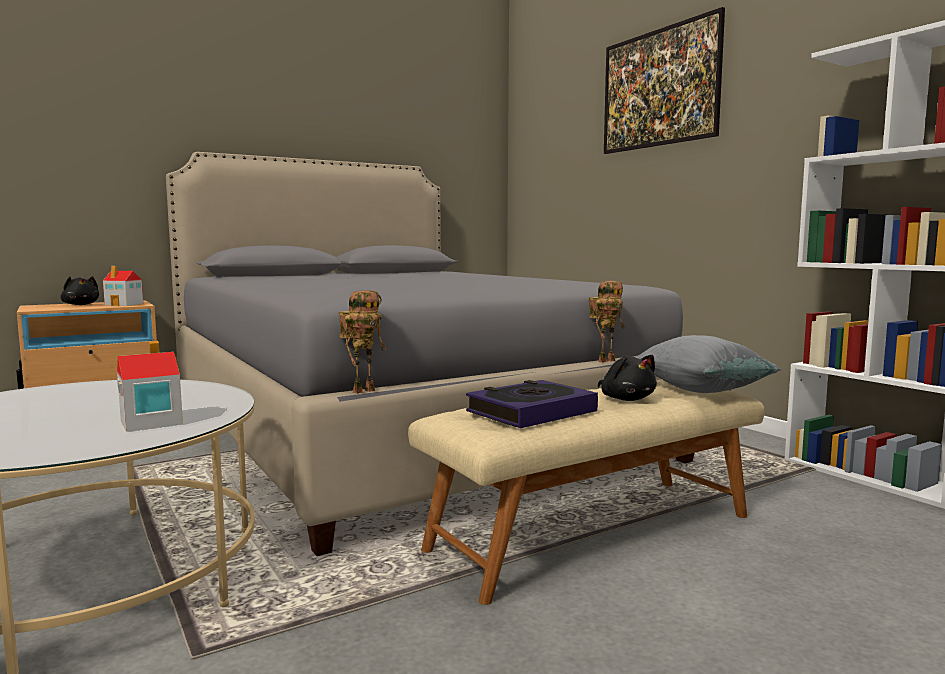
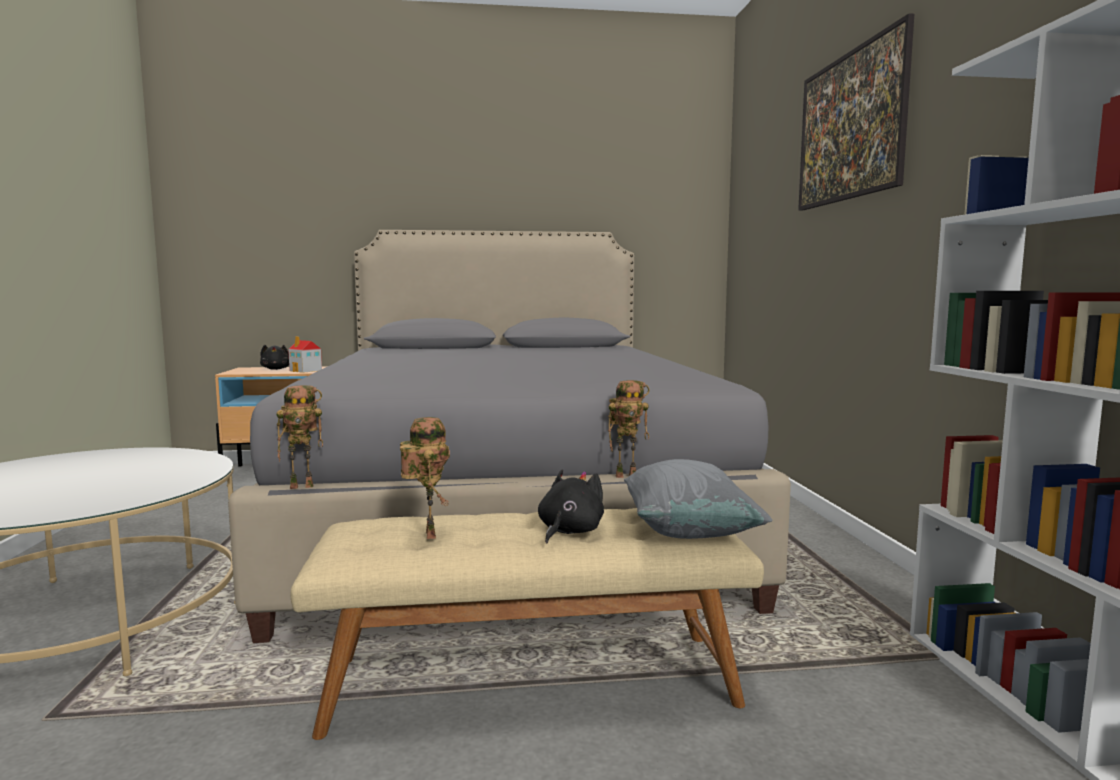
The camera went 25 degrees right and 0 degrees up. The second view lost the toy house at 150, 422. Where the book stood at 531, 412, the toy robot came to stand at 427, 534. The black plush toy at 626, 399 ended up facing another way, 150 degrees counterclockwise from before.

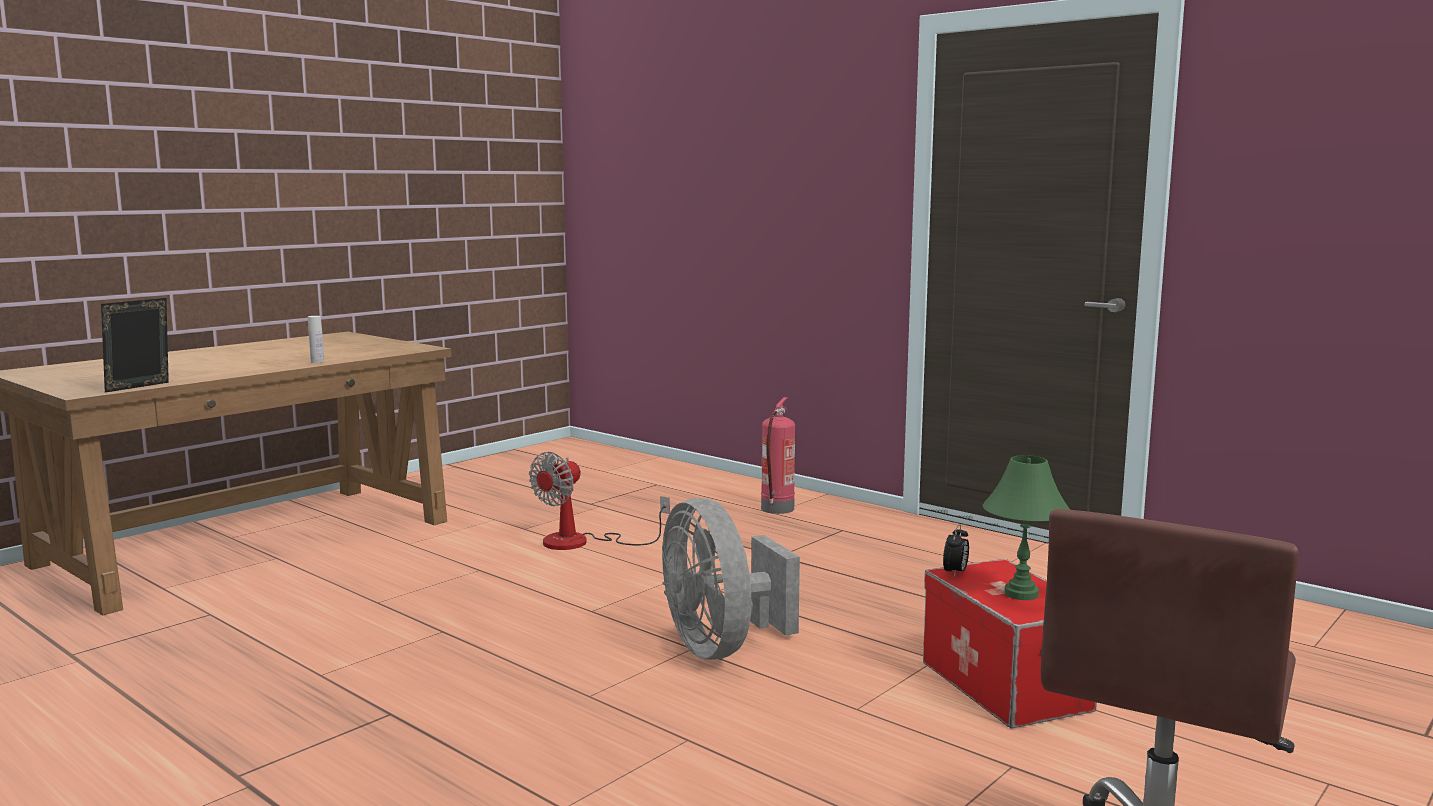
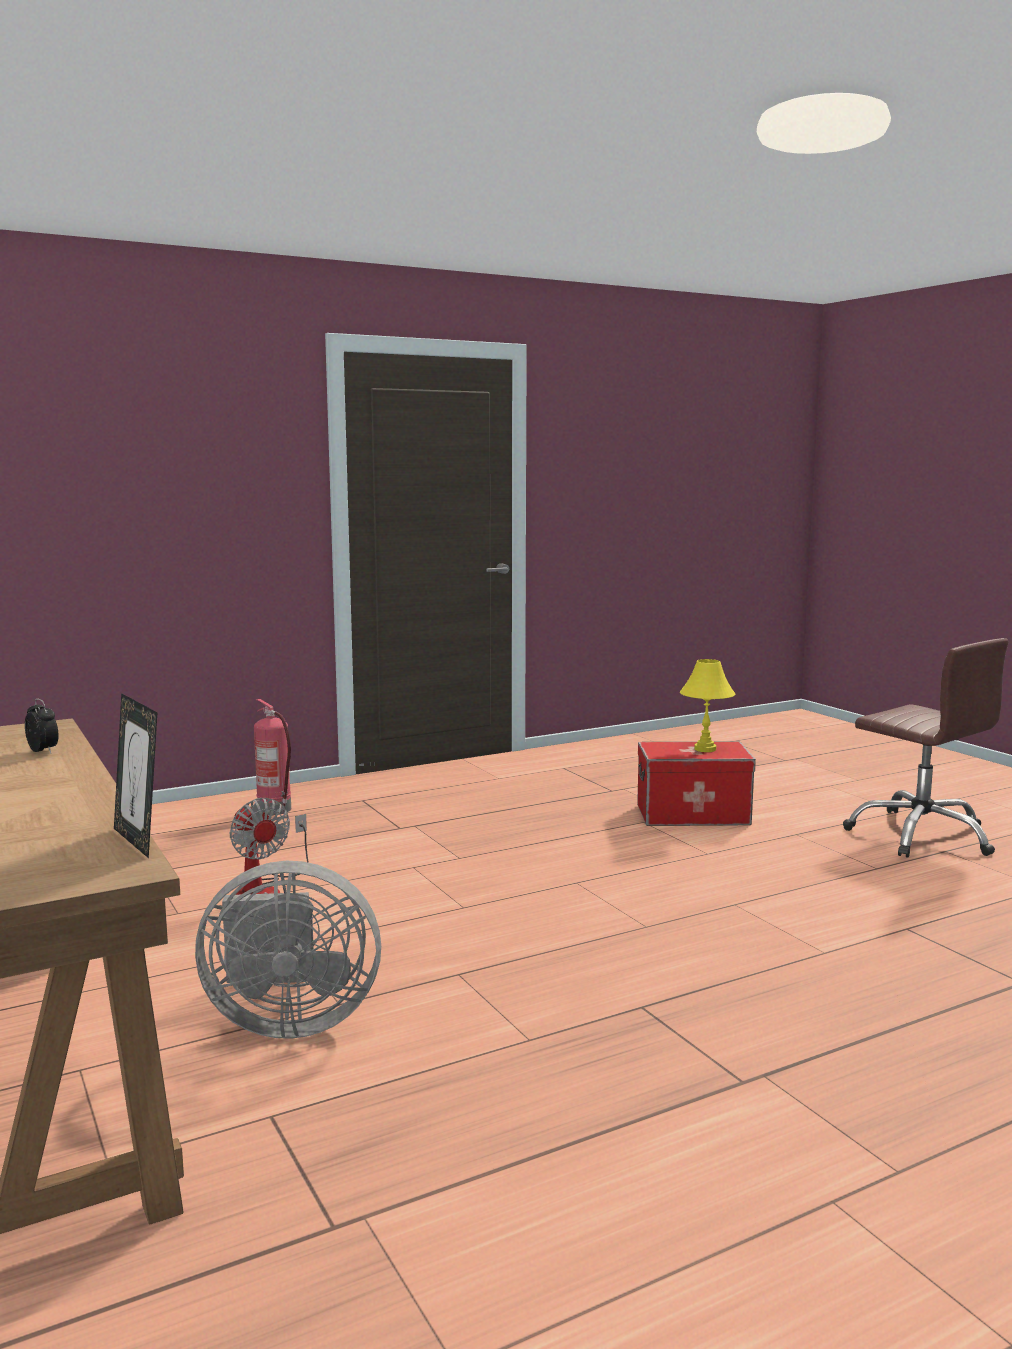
The camera went 70 degrees left and 0 degrees up. The second view lost the white bottle at 317, 362. The grey fan ended up elsewhere, having gone from 721, 647 to 288, 1021. The alarm clock ended up elsewhere, having gone from 955, 573 to 43, 751. What was the green table lamp at 1021, 593 turned into the yellow table lamp at 704, 749.

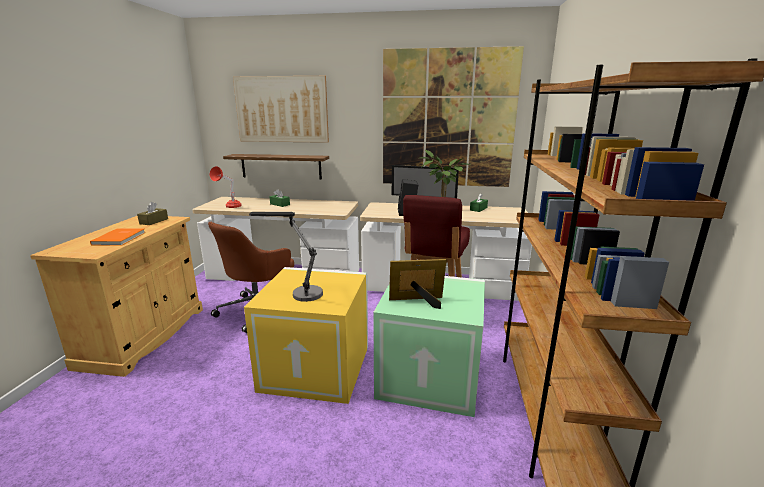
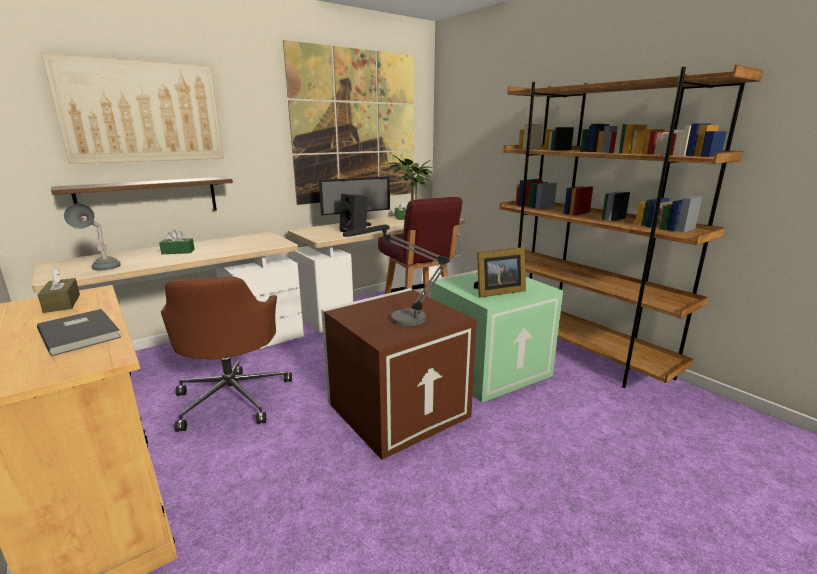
The camera went 45 degrees left and 0 degrees up. What was the orange book at 121, 238 turned into the grey book at 81, 333. What was the red table lamp at 229, 207 turned into the grey table lamp at 102, 269. What was the yellow storage box at 318, 367 turned into the brown storage box at 398, 408. The picture frame at 418, 301 ended up facing another way, 150 degrees counterclockwise from before.

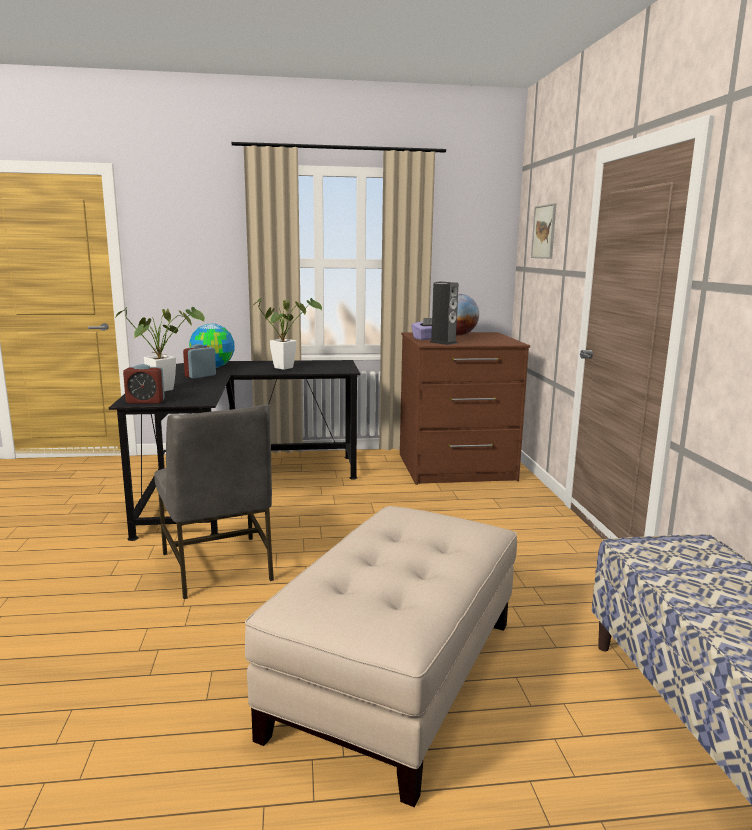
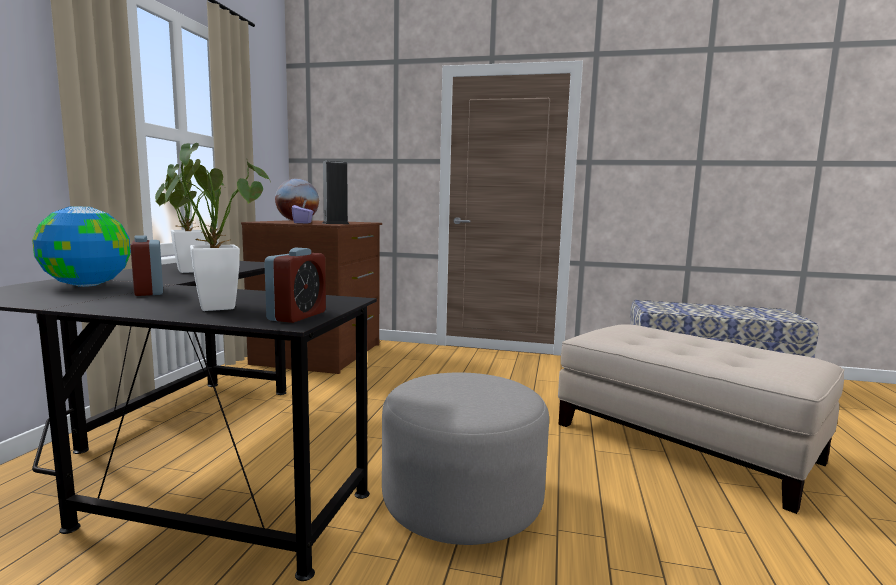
The camera went 70 degrees left and 5 degrees down. Where the grey chair stood at 218, 567, the grey ottoman came to stand at 462, 500. The second view lost the picture at 544, 232.

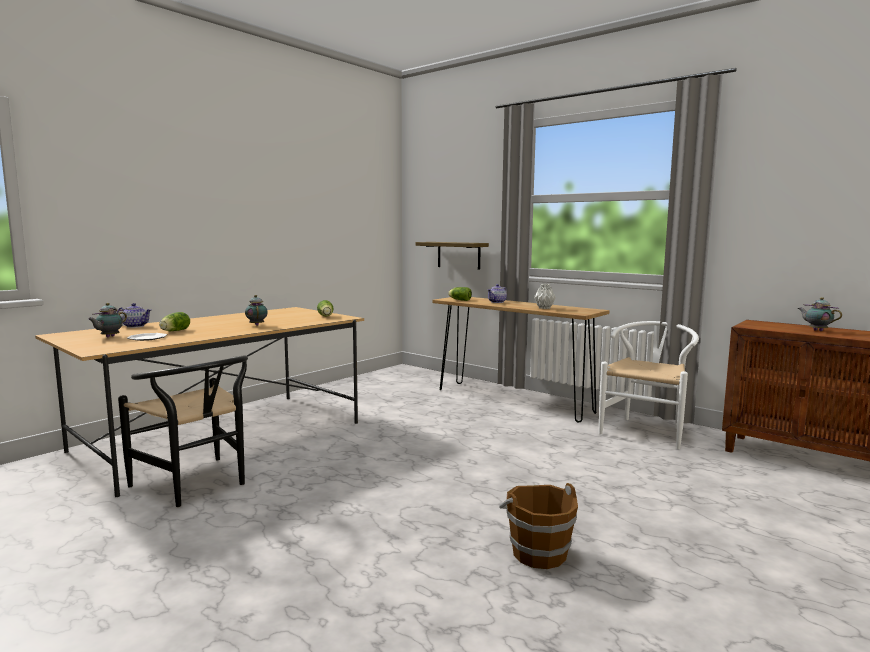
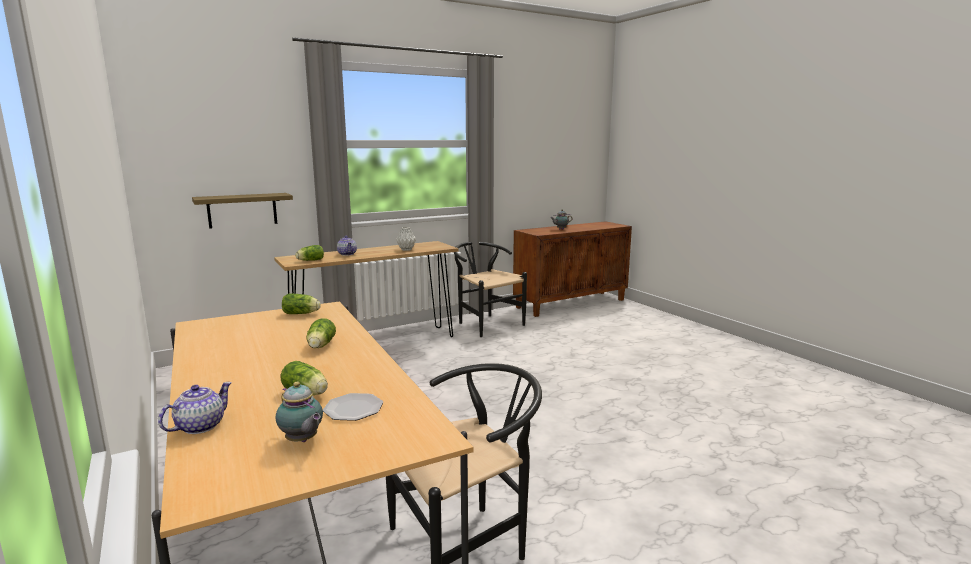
The camera went 70 degrees left and 5 degrees up. Where the teapot stood at 257, 325, the lettuce came to stand at 320, 346. The second view lost the brown bucket at 538, 553. What was the white chair at 646, 430 turned into the black chair at 486, 323.

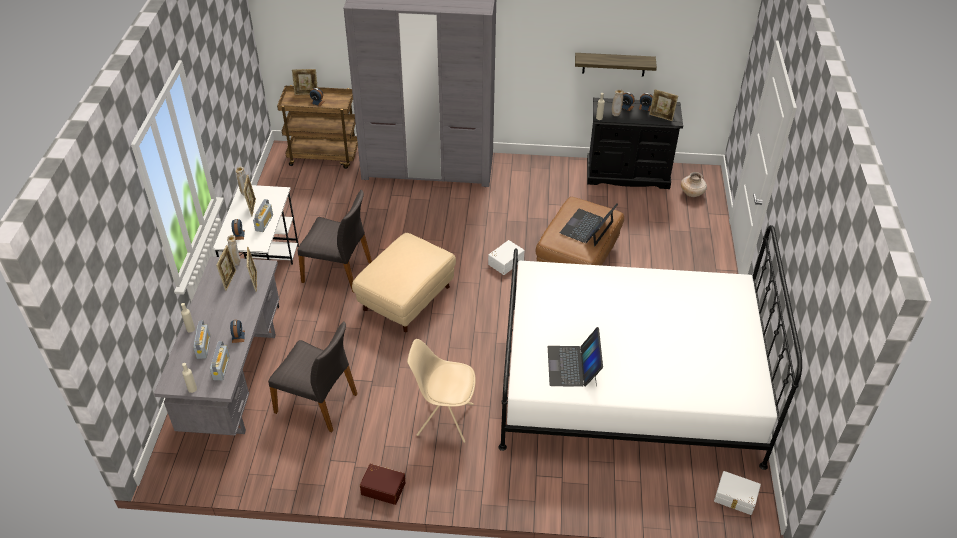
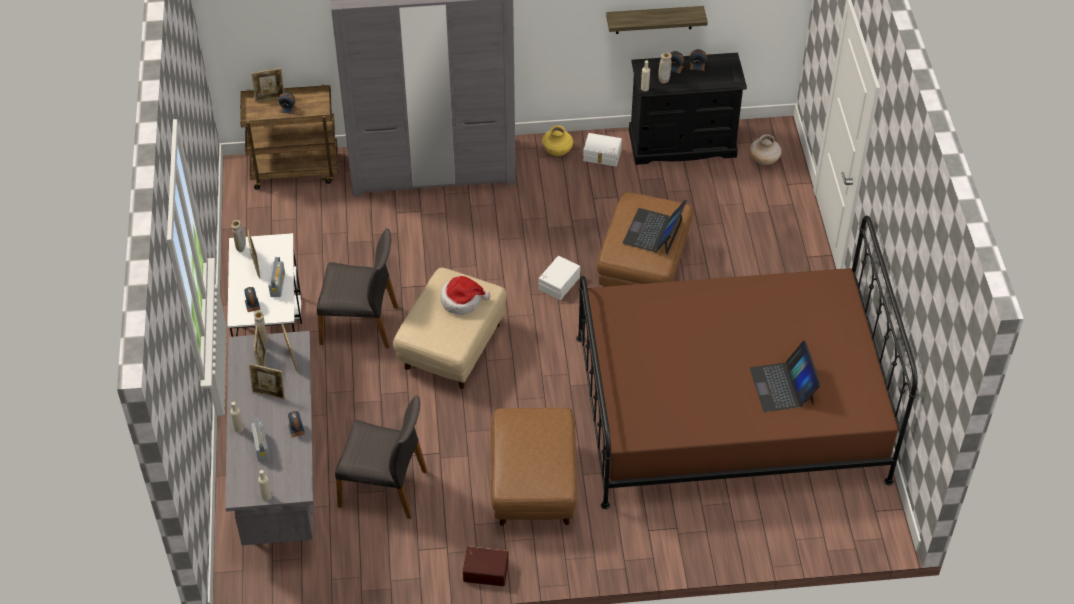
The camera went 10 degrees left and 5 degrees up. The second view lost the radio at 221, 368. Where the beige chair stood at 444, 419, the brown ottoman came to stand at 533, 484. What was the white bed at 628, 380 turned into the brown bed at 729, 407. The laptop ended up elsewhere, having gone from 573, 366 to 782, 386. The picture frame ended up elsewhere, having gone from 661, 117 to 269, 394. The white storage box ended up elsewhere, having gone from 735, 498 to 602, 155. The second view gained the hat at 462, 300. The second view gained the yellow vase at 557, 151.

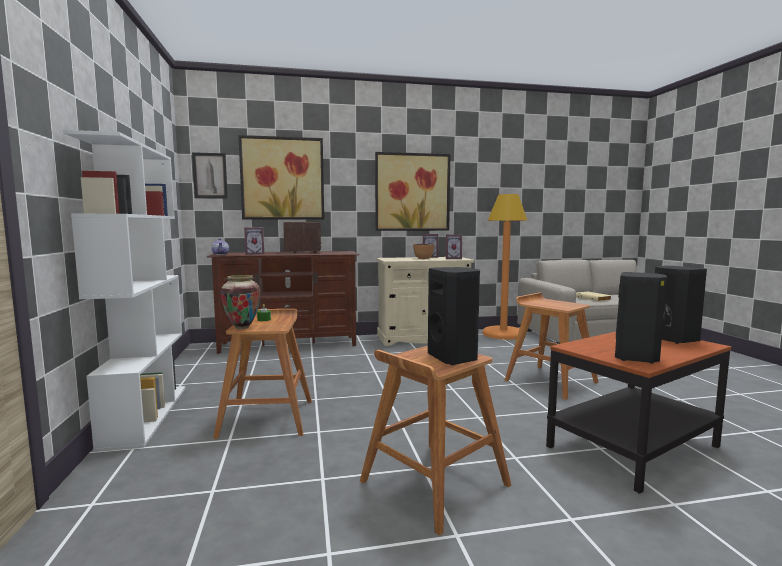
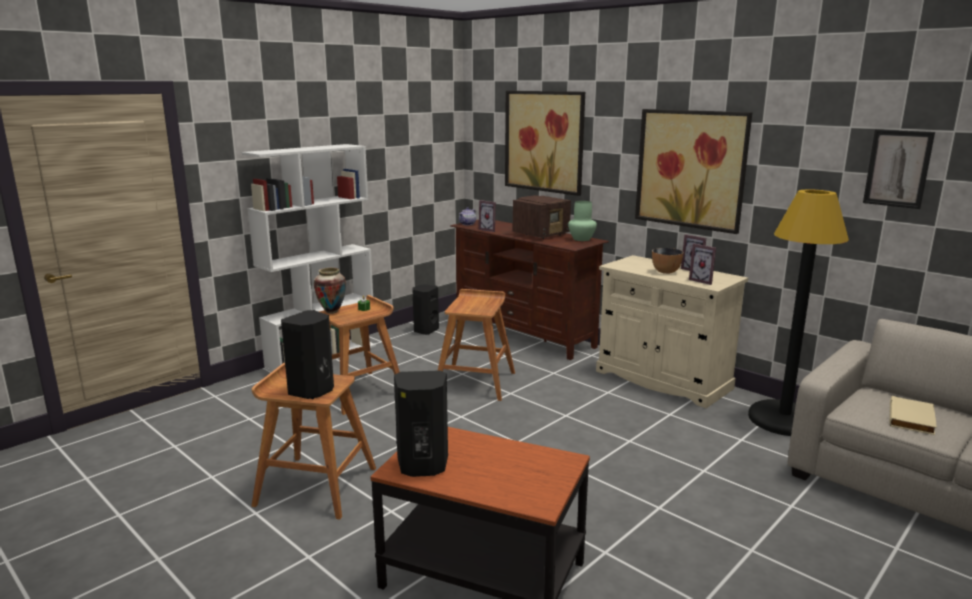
The camera went 55 degrees right and 10 degrees up. The picture ended up elsewhere, having gone from 210, 175 to 897, 168. What was the orange floor lamp at 503, 334 turned into the black floor lamp at 784, 420. The brown stool ended up elsewhere, having gone from 550, 381 to 475, 382. The black speaker ended up elsewhere, having gone from 672, 339 to 425, 330. The second view gained the green vase at 581, 239.

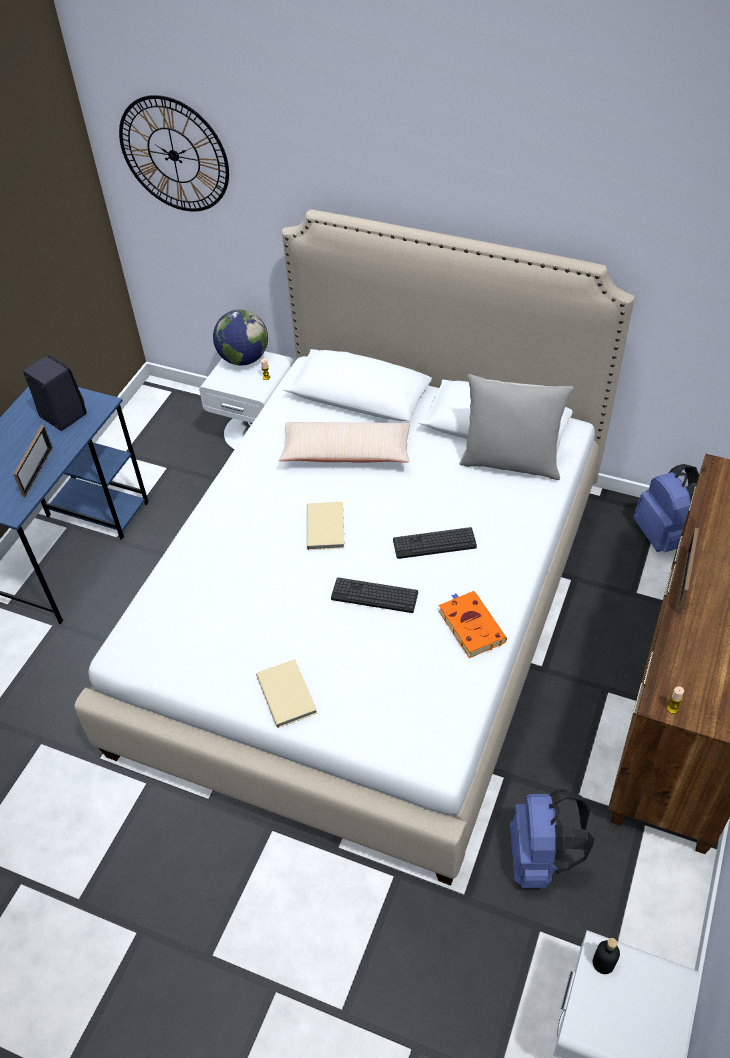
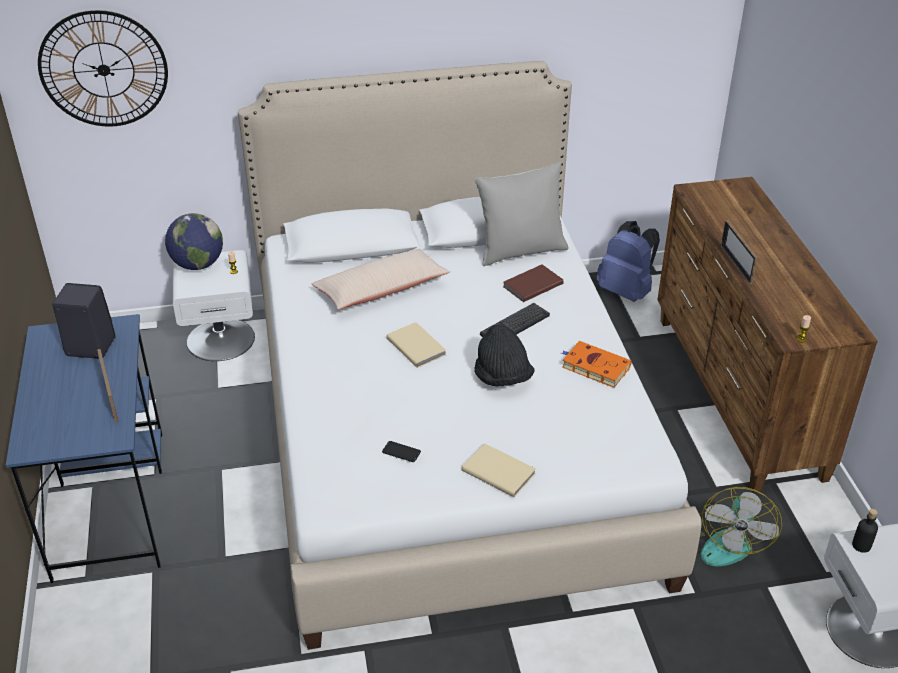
The camera went 35 degrees left and 10 degrees down. Where the keyboard stood at 374, 595, the black hat came to stand at 502, 377. Where the blue backpack stood at 540, 858, the fan came to stand at 726, 540. The second view gained the phone at 401, 452. The second view gained the brown book at 531, 285.

